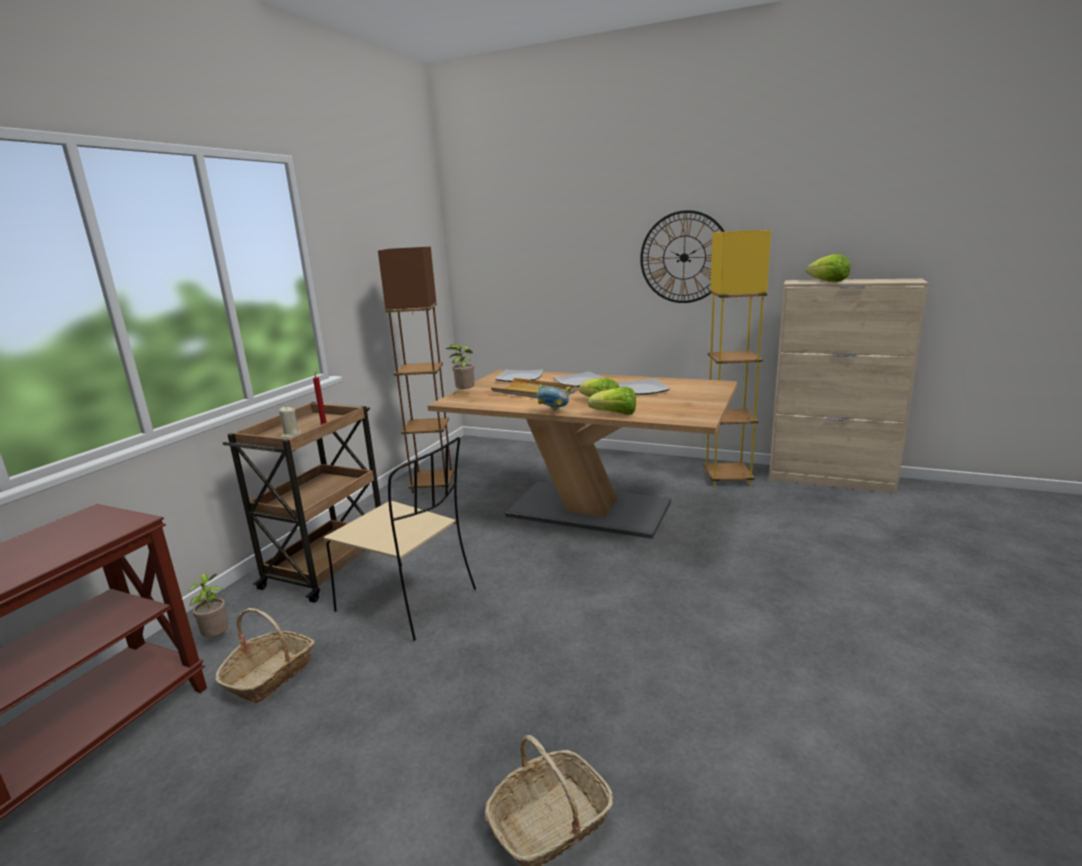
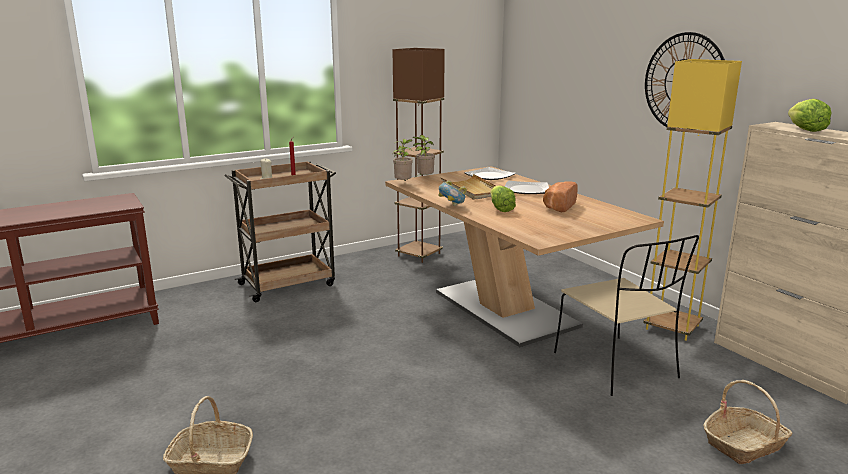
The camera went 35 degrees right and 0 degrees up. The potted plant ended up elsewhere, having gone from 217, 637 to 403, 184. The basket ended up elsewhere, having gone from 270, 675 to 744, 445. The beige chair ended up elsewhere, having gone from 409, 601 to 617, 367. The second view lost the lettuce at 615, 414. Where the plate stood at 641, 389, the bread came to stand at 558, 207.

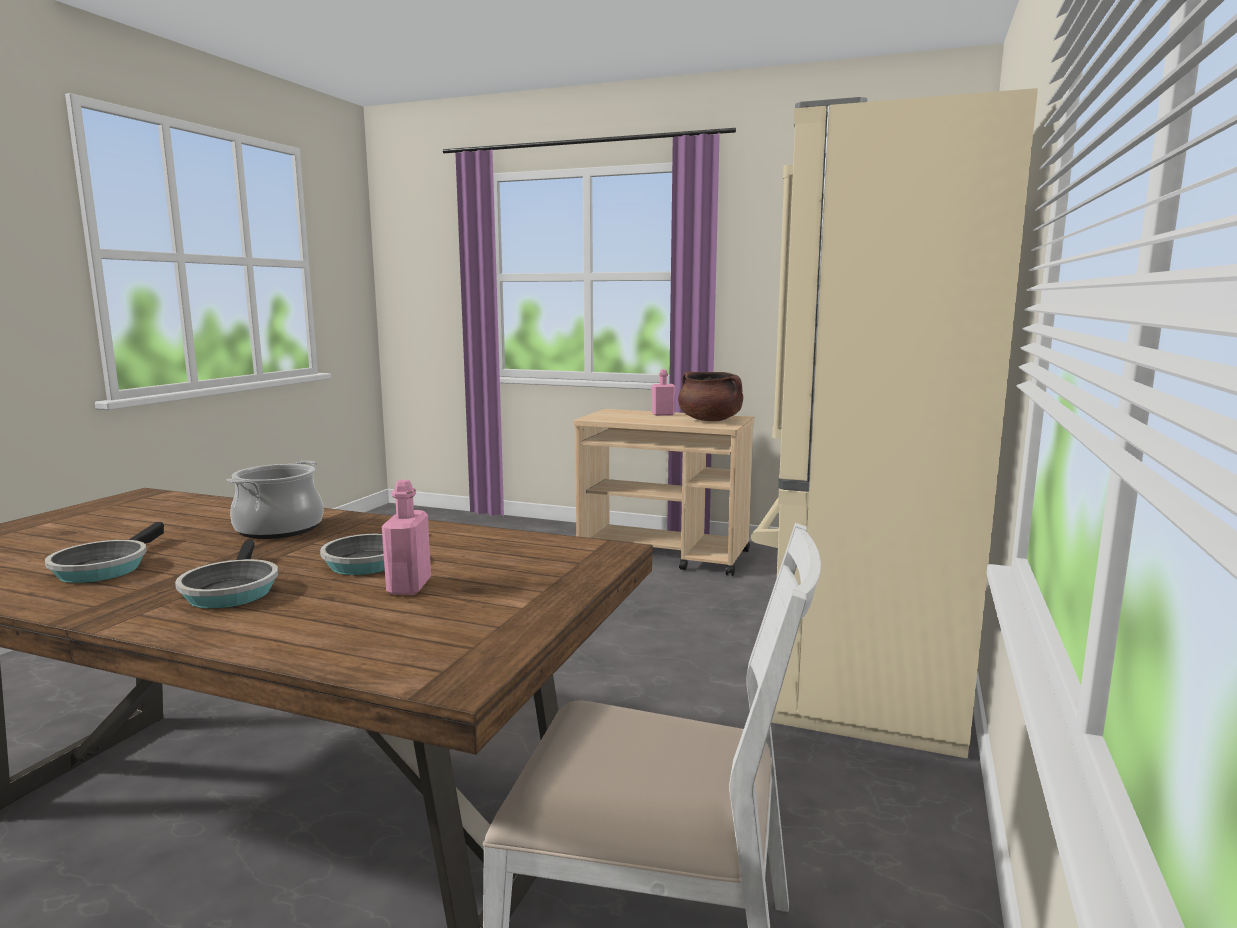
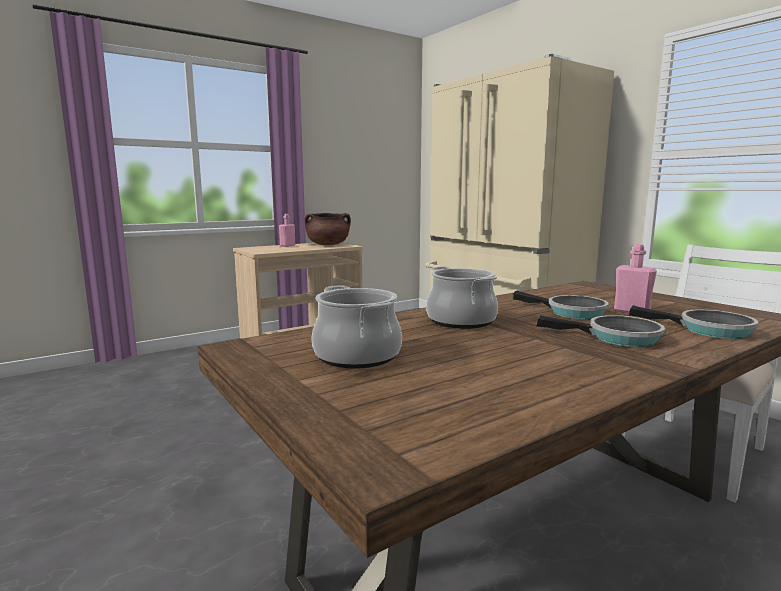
The camera went 55 degrees left and 0 degrees up. The frying pan ended up elsewhere, having gone from 104, 568 to 708, 330. The second view gained the cooking pot at 356, 356.

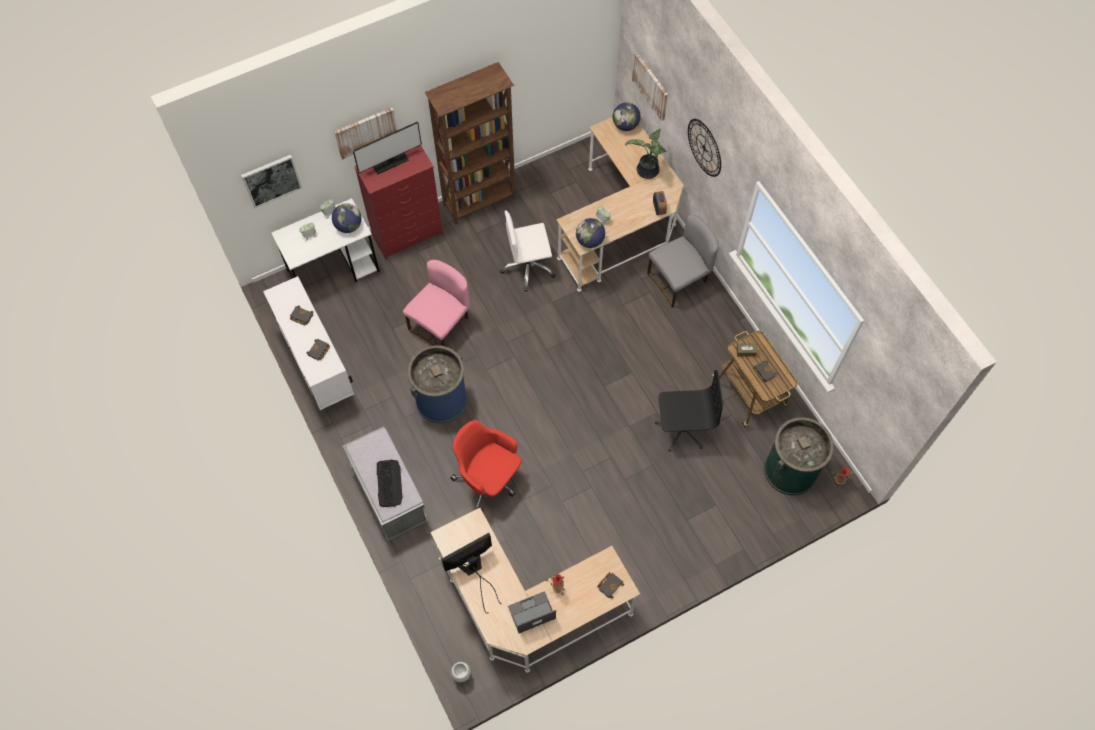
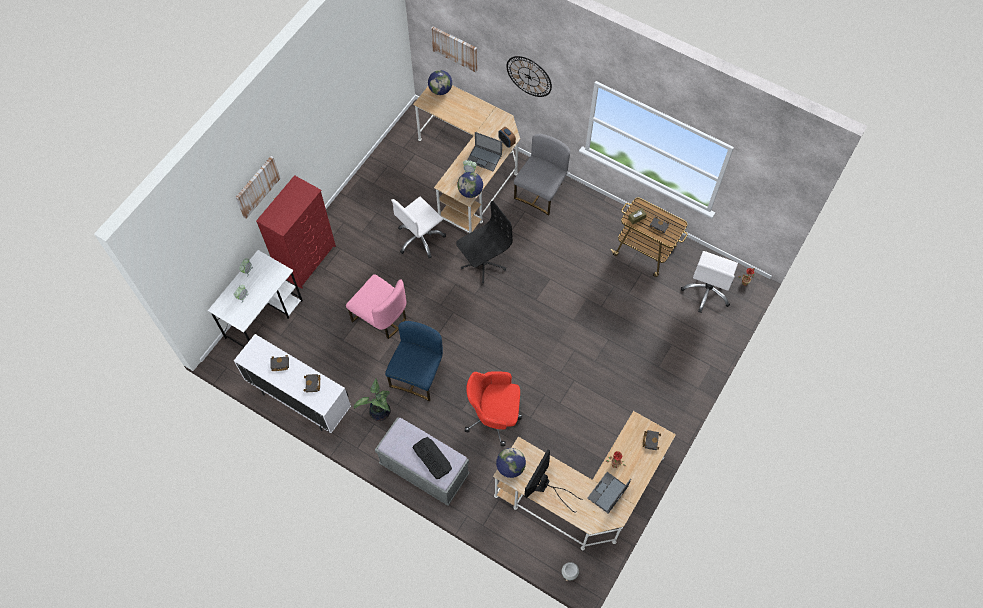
The camera went 30 degrees left and 0 degrees up. The second view lost the picture at 271, 180. The globe ended up elsewhere, having gone from 348, 226 to 510, 467. The second view lost the monitor at 389, 161. The pink chair at 441, 325 ended up facing another way, 120 degrees clockwise from before. Where the blue trash can stood at 441, 399, the blue chair came to stand at 418, 375. The second view lost the brown bookcase at 480, 201. The potted plant ended up elsewhere, having gone from 646, 172 to 379, 413. The black office chair ended up elsewhere, having gone from 682, 428 to 483, 263. Where the green trash can stood at 790, 470, the white office chair came to stand at 707, 291. The second view gained the laptop at 484, 158.

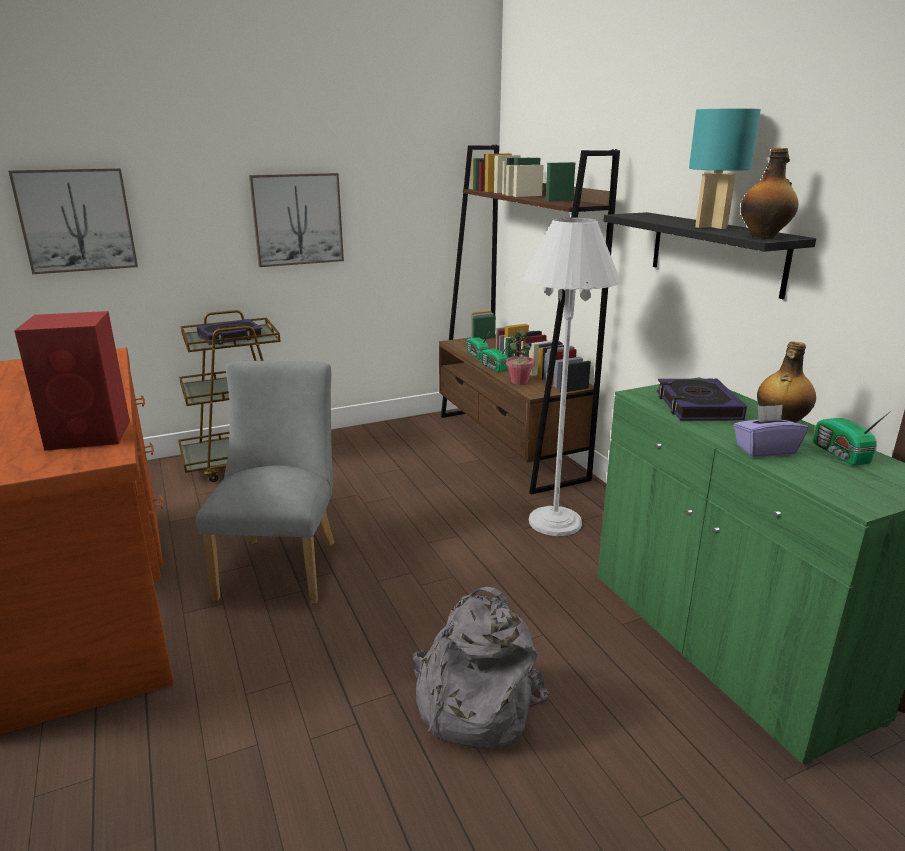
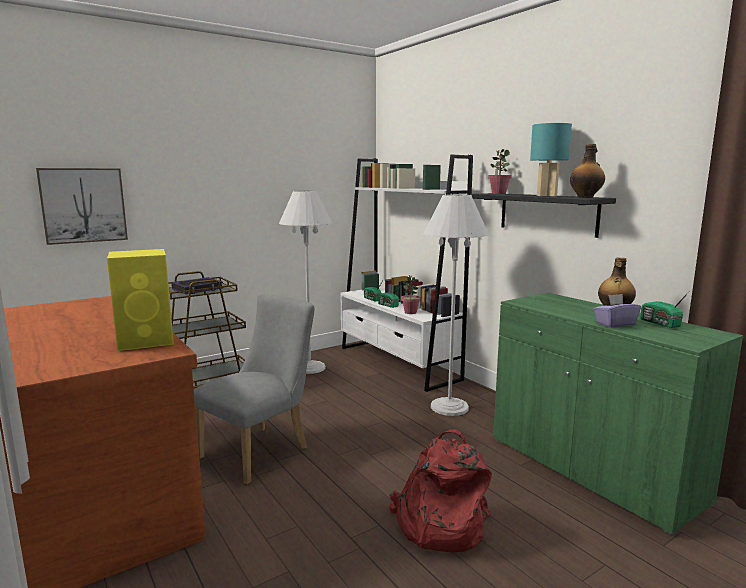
The camera went 10 degrees left and 10 degrees down. What was the red speaker at 91, 435 turned into the yellow speaker at 147, 341. The grey chair at 282, 564 ended up facing another way, 45 degrees clockwise from before. The second view lost the picture at 297, 219. What was the grey backpack at 472, 702 turned into the red backpack at 438, 524. What was the brown bookcase at 508, 445 turned into the white bookcase at 398, 363. The second view lost the book at 697, 406. The second view gained the white floor lamp at 310, 368. The second view gained the potted plant at 498, 193.

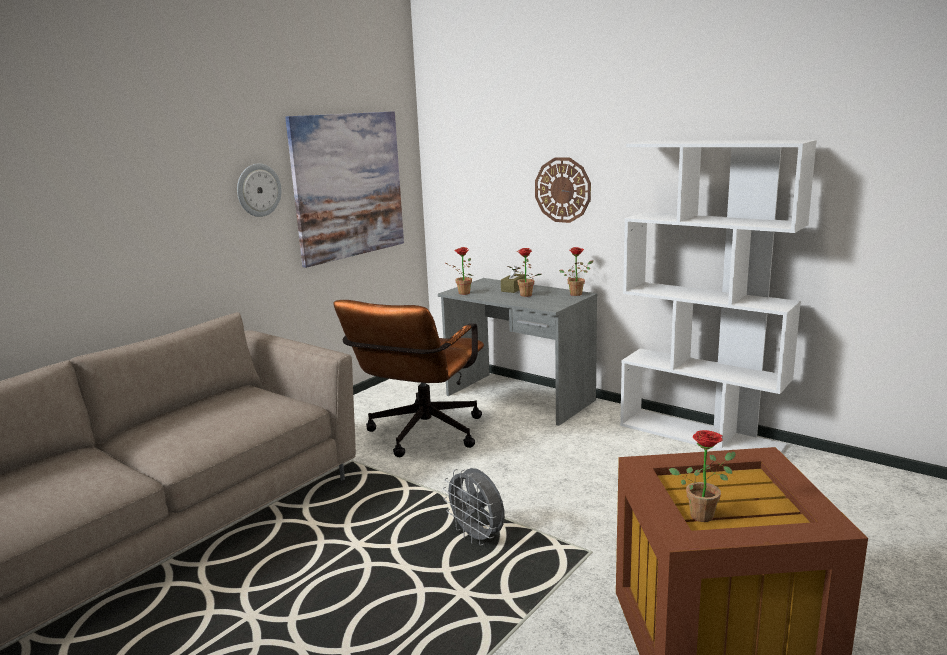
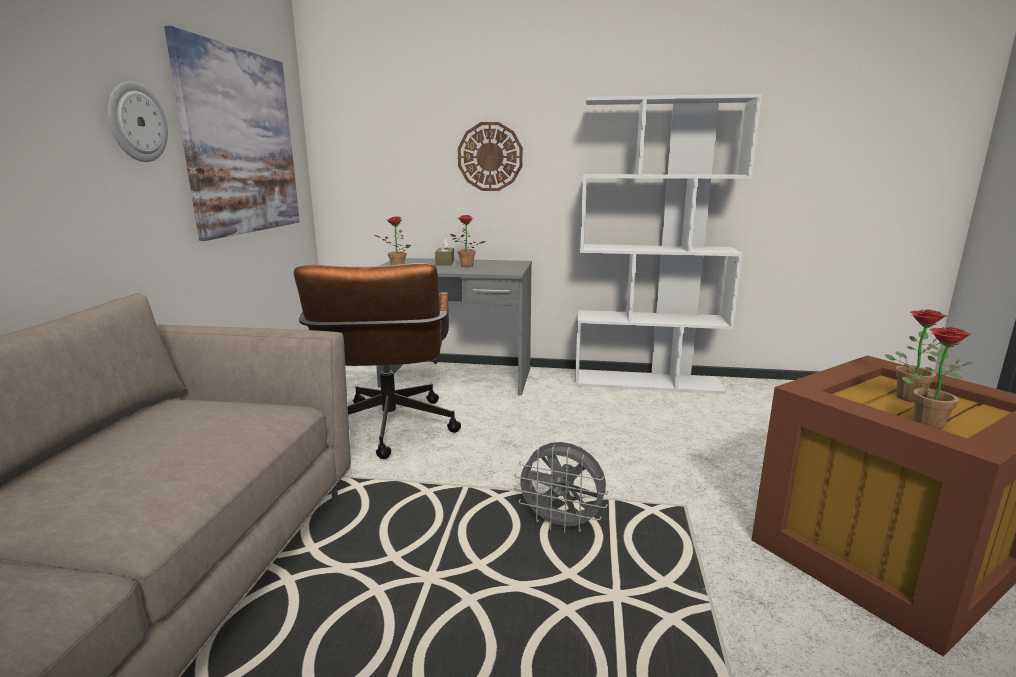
The camera went 30 degrees left and 0 degrees up. The potted plant ended up elsewhere, having gone from 577, 293 to 907, 395.

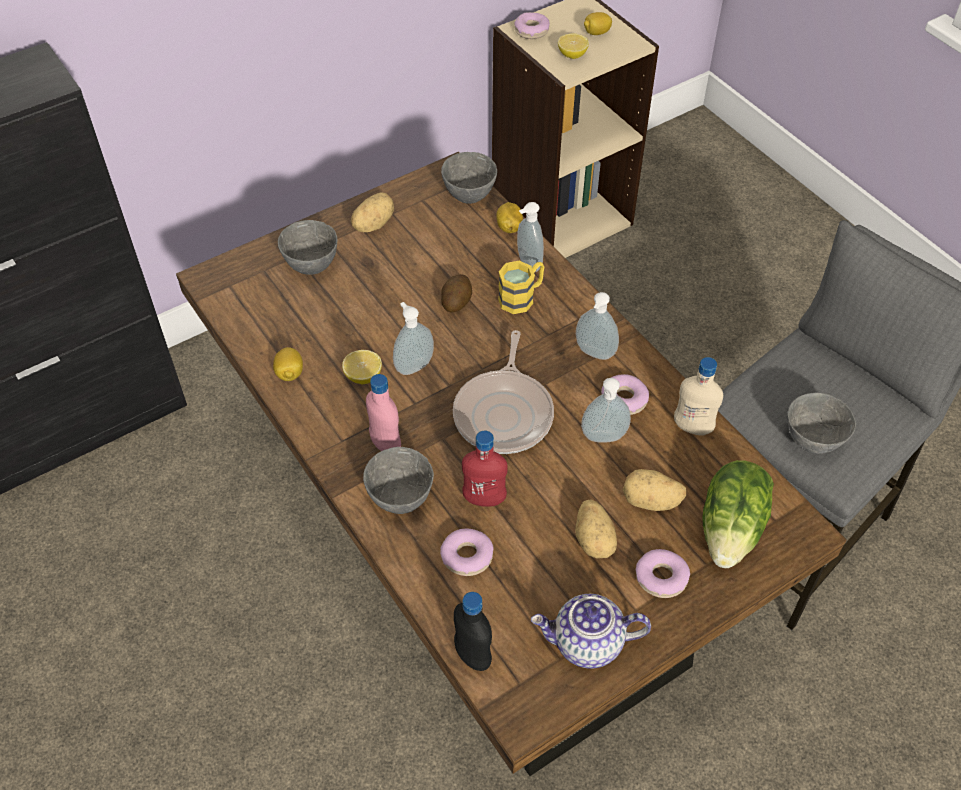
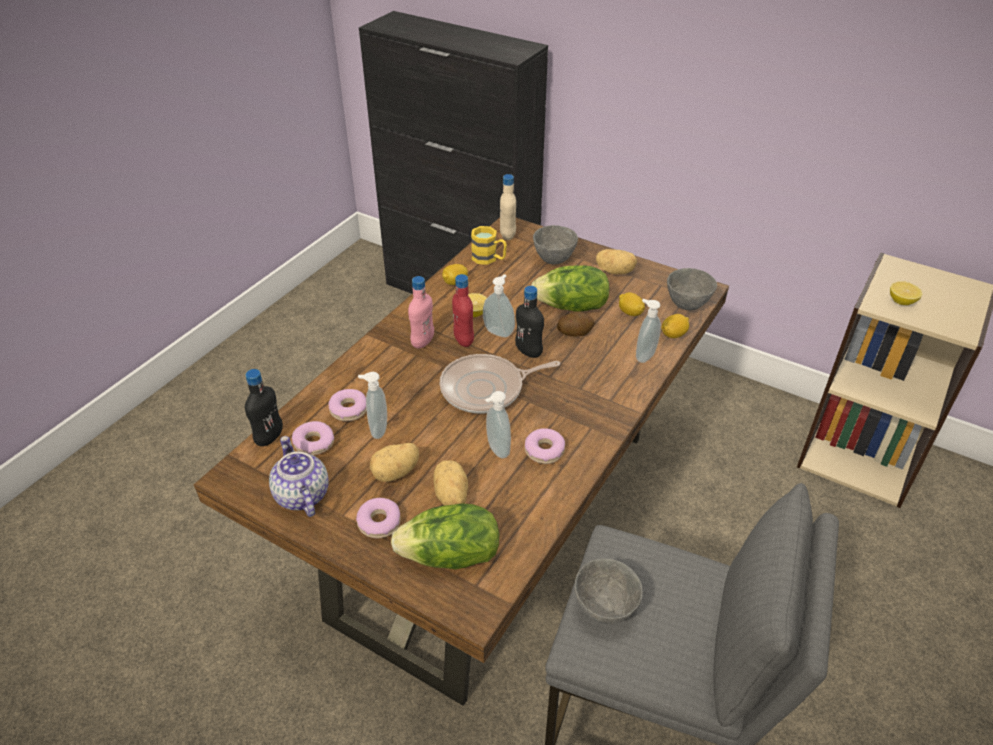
The camera went 65 degrees right and 10 degrees down. The second view lost the grey bowl at 399, 499. The red bottle ended up elsewhere, having gone from 484, 499 to 464, 340. The yellow mug ended up elsewhere, having gone from 522, 297 to 489, 259. The donut ended up elsewhere, having gone from 531, 31 to 314, 443. The soap dispenser ended up elsewhere, having gone from 594, 354 to 377, 429. The lemon ended up elsewhere, having gone from 596, 33 to 630, 313. The beige bottle ended up elsewhere, having gone from 692, 427 to 507, 235. The second view gained the black bottle at 528, 352. The second view gained the lettuce at 571, 307.

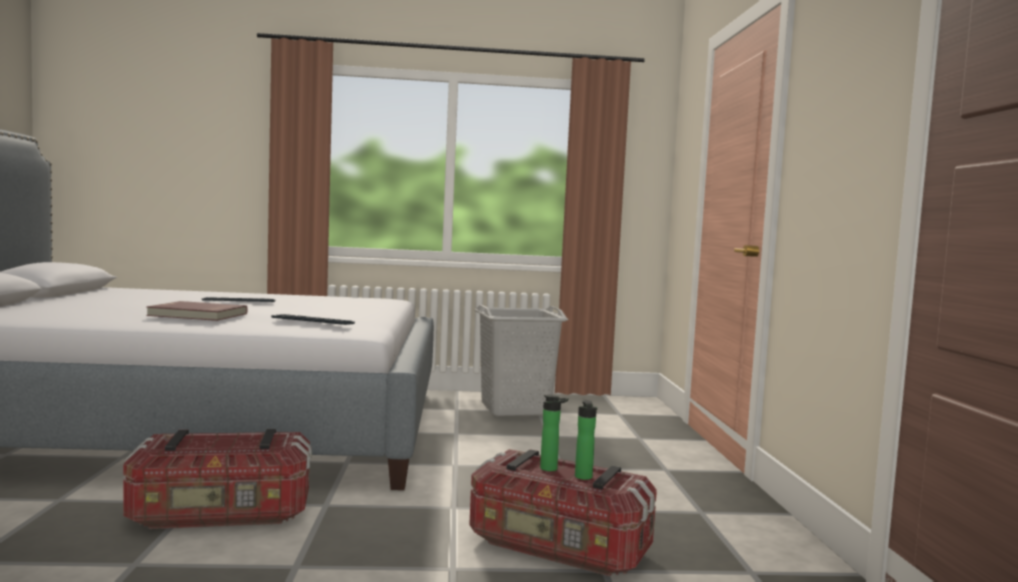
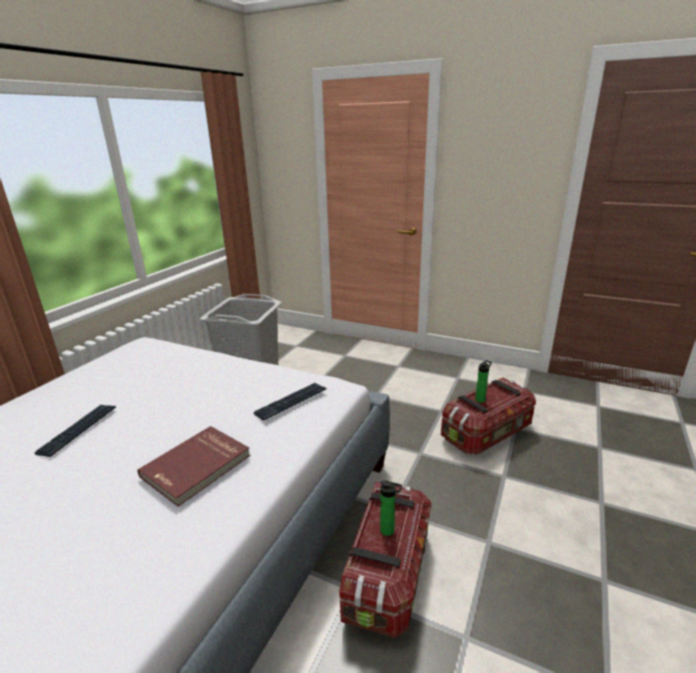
The camera went 60 degrees left and 20 degrees up. The bottle ended up elsewhere, having gone from 584, 478 to 389, 531.

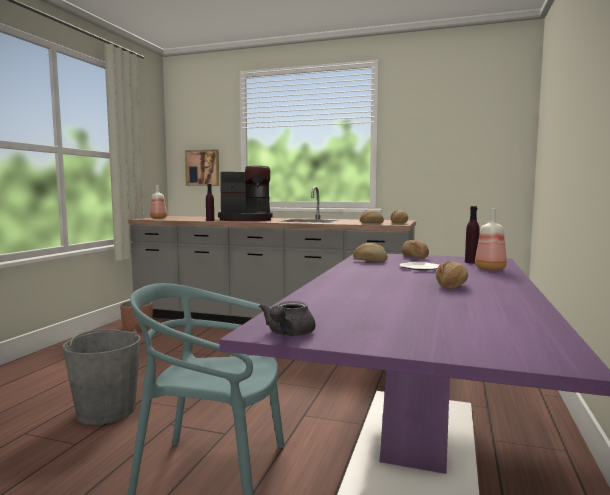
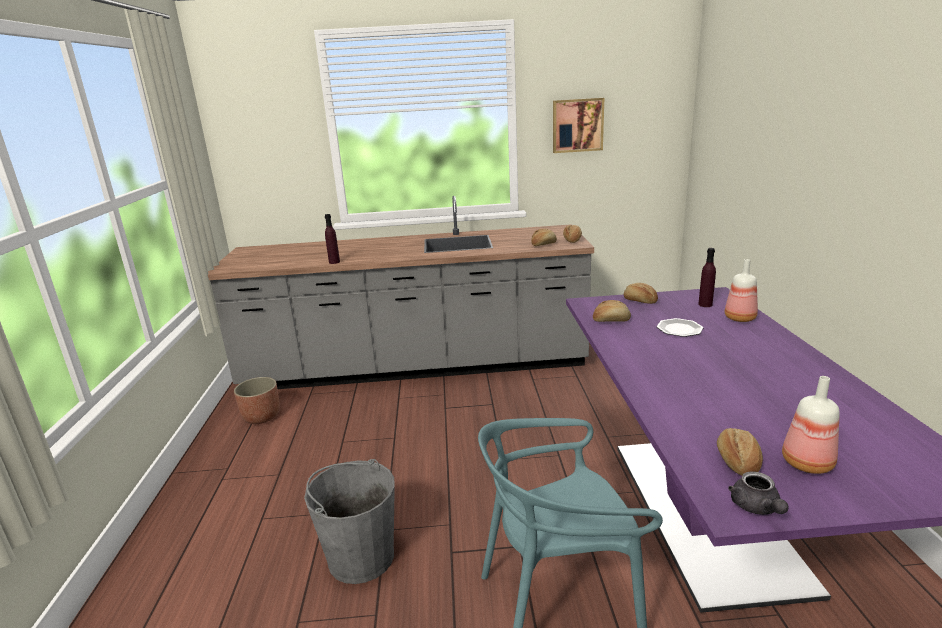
The camera went 20 degrees left and 15 degrees up. The bottle ended up elsewhere, having gone from 158, 218 to 805, 463. The picture ended up elsewhere, having gone from 203, 168 to 577, 125. The second view lost the coffee machine at 246, 220. The bread ended up elsewhere, having gone from 451, 286 to 737, 462.

